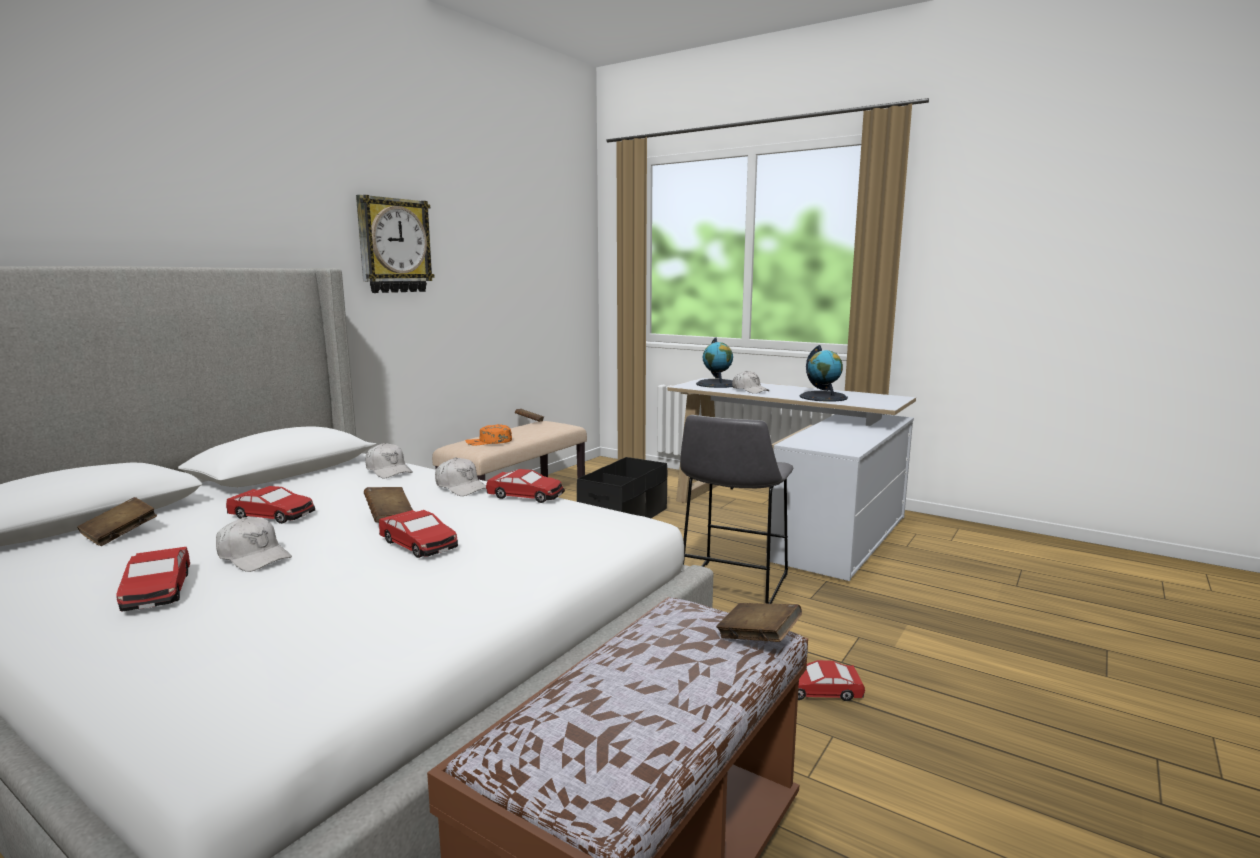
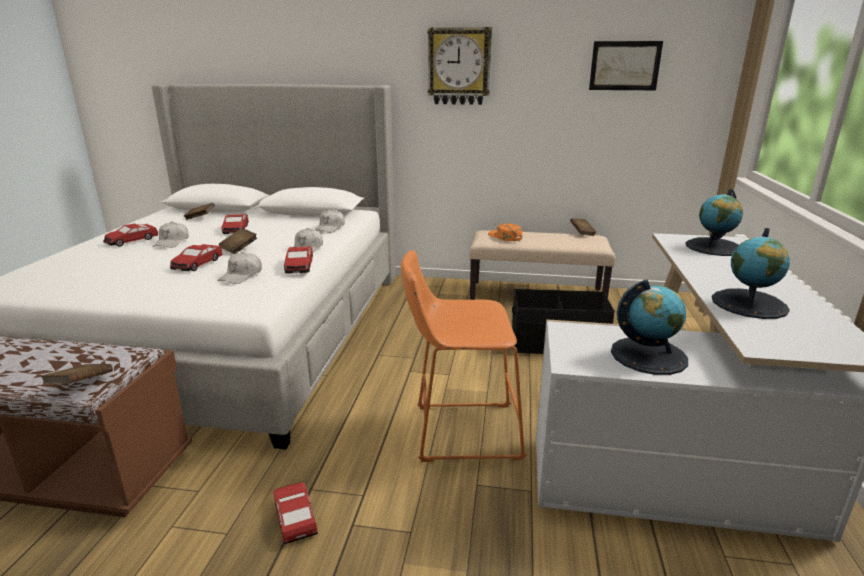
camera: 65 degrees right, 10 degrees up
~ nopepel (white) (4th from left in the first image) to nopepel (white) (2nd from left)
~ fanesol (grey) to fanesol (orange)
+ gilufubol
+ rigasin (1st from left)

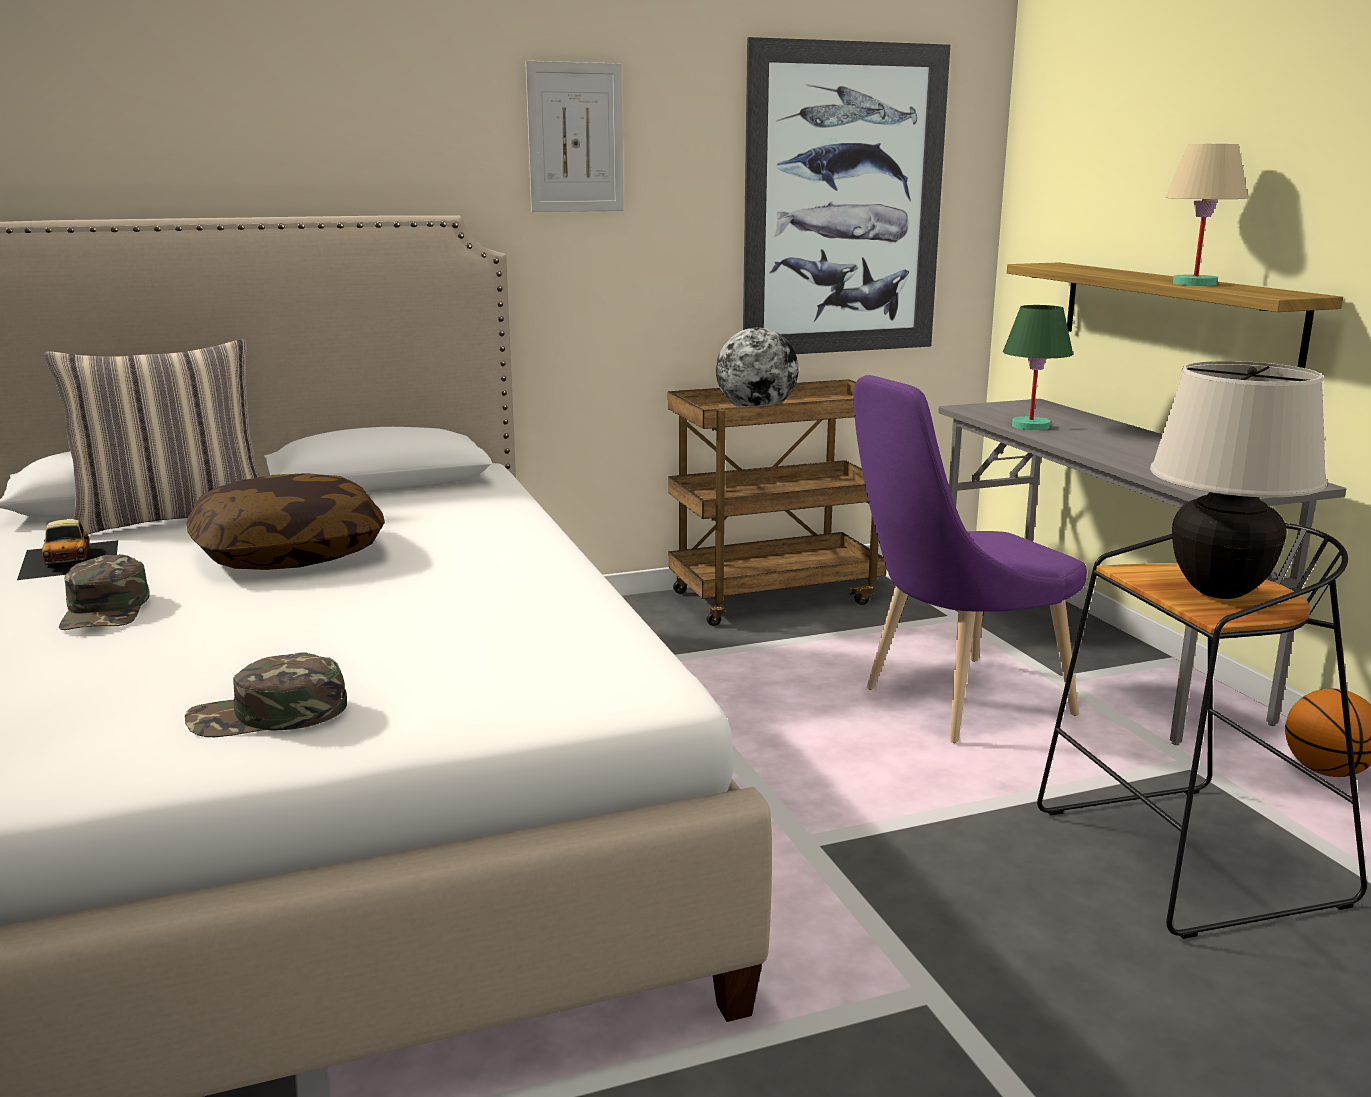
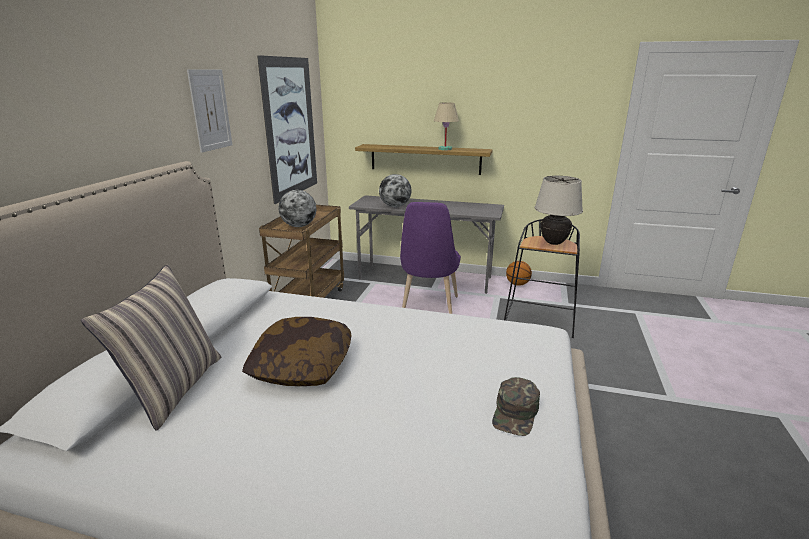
camera: 55 degrees left, 5 degrees up
~ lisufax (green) to rigasin (2nd from left)
- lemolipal
- nopepel (green) (1st from left)

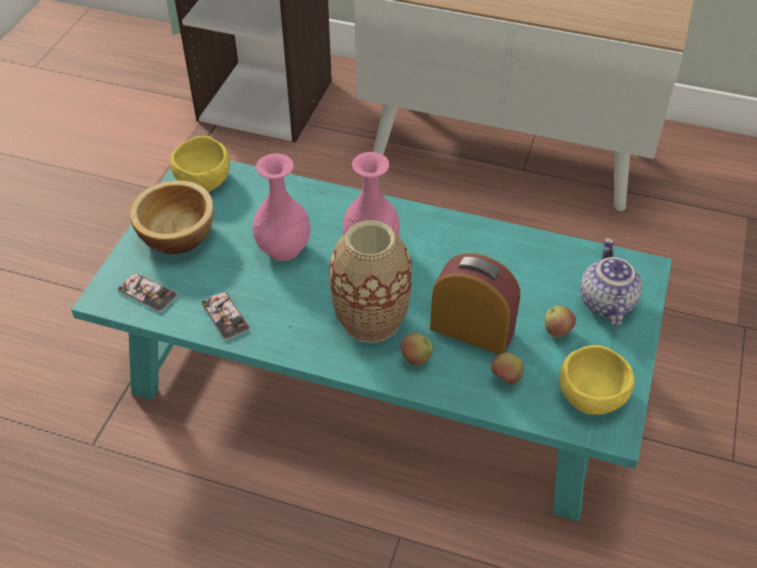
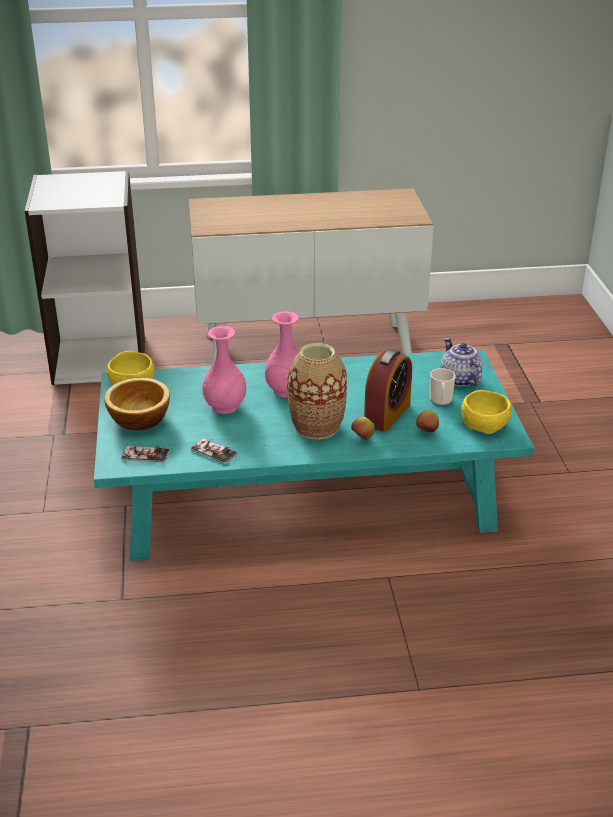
camera: 25 degrees left, 15 degrees down
~ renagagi 120 degrees clockwise
~ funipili (3rd from left) to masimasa

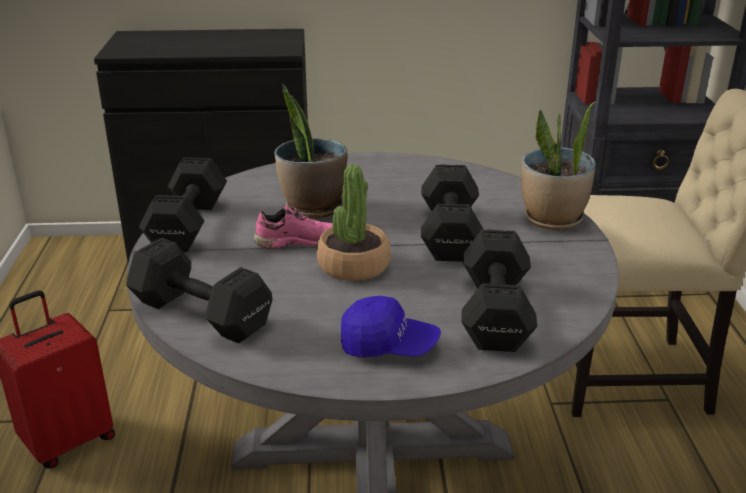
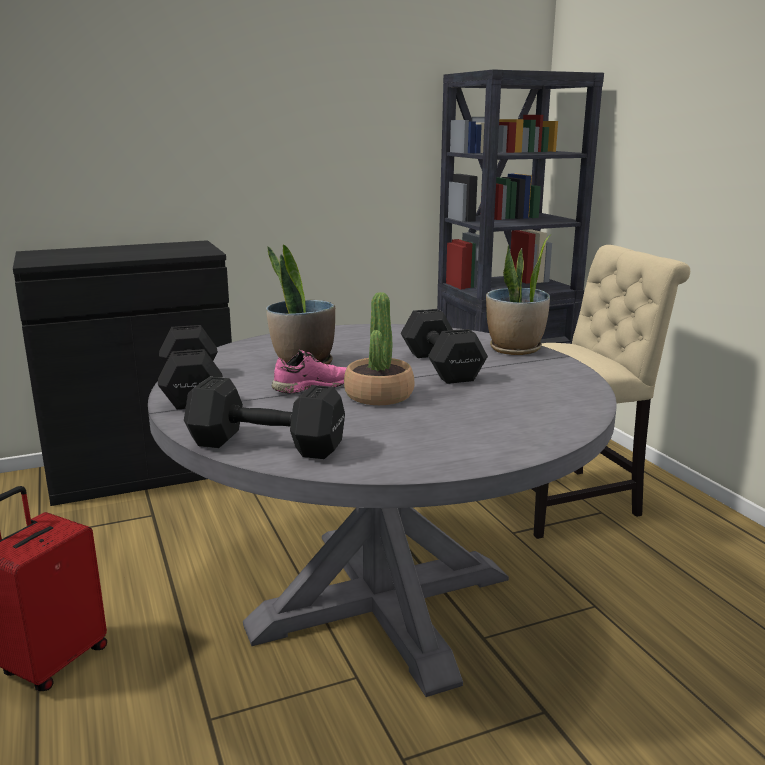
camera: 20 degrees left, 10 degrees down
- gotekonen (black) (4th from left)
- nopepel (blue)

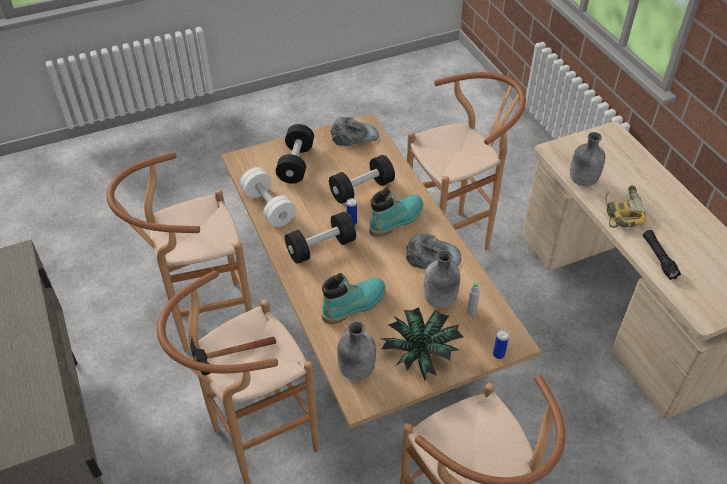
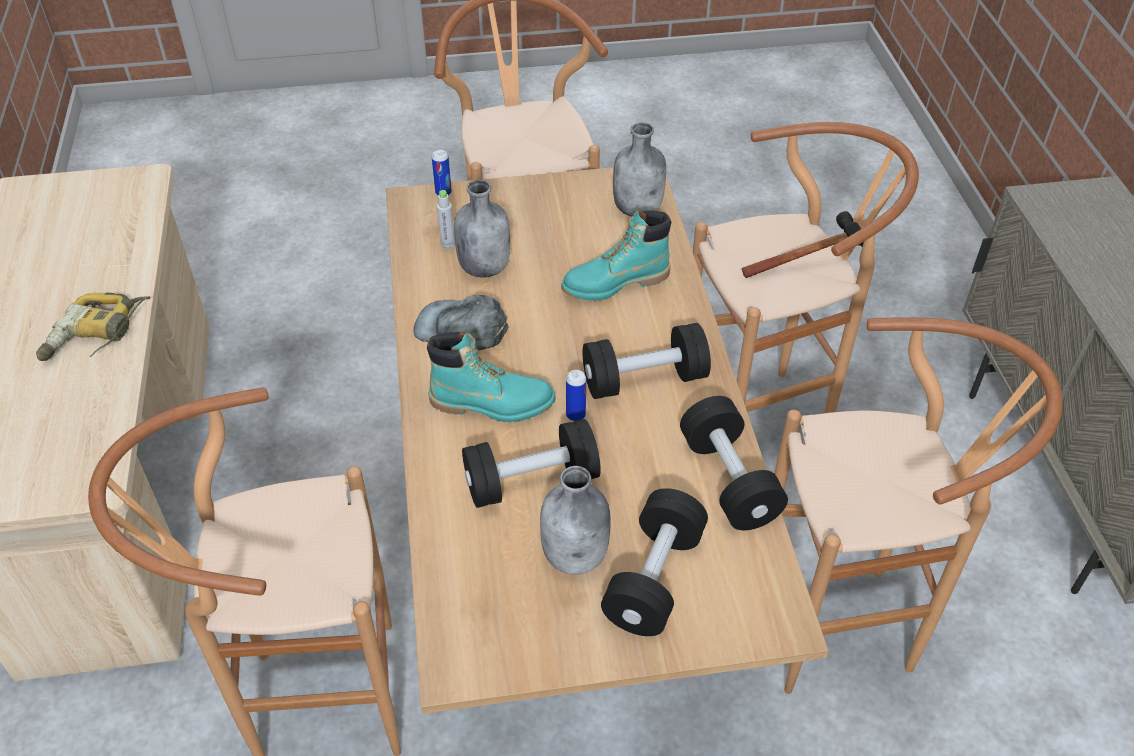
camera: 165 degrees left, 0 degrees up
- nopepel (grey) (1st from left)
~ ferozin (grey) (4th from left in the first image) to ferozin (grey) (3rd from left)
~ gotekonen (white) to gotekonen (black) (4th from left)
~ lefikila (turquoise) (2nd from left in the first image) 150 degrees counterclockwise
- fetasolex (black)
- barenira

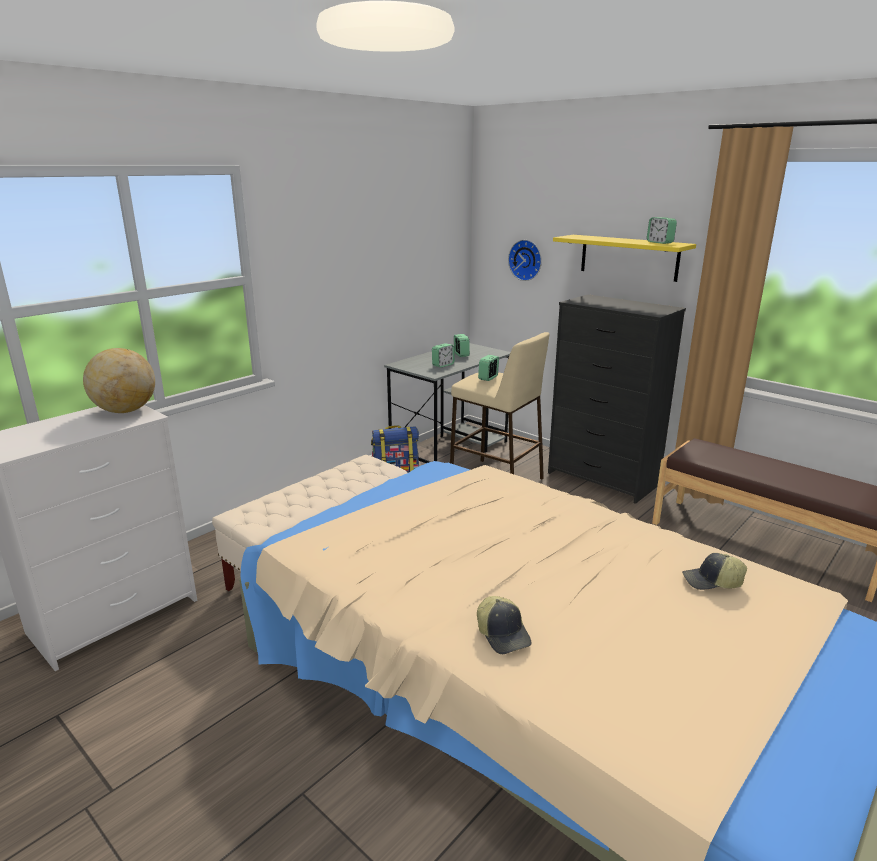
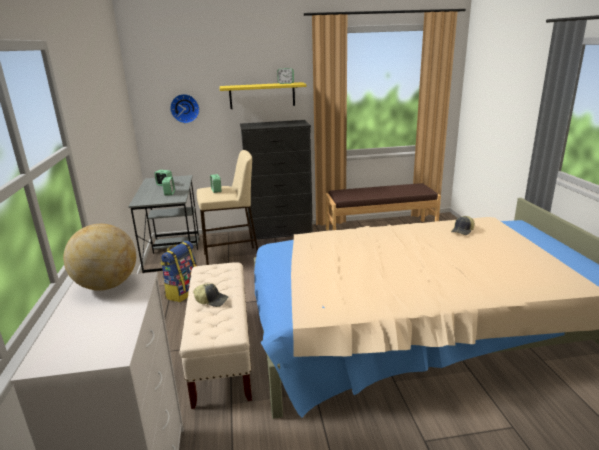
camera: 50 degrees left, 0 degrees up
~ nopepel (1st from left)

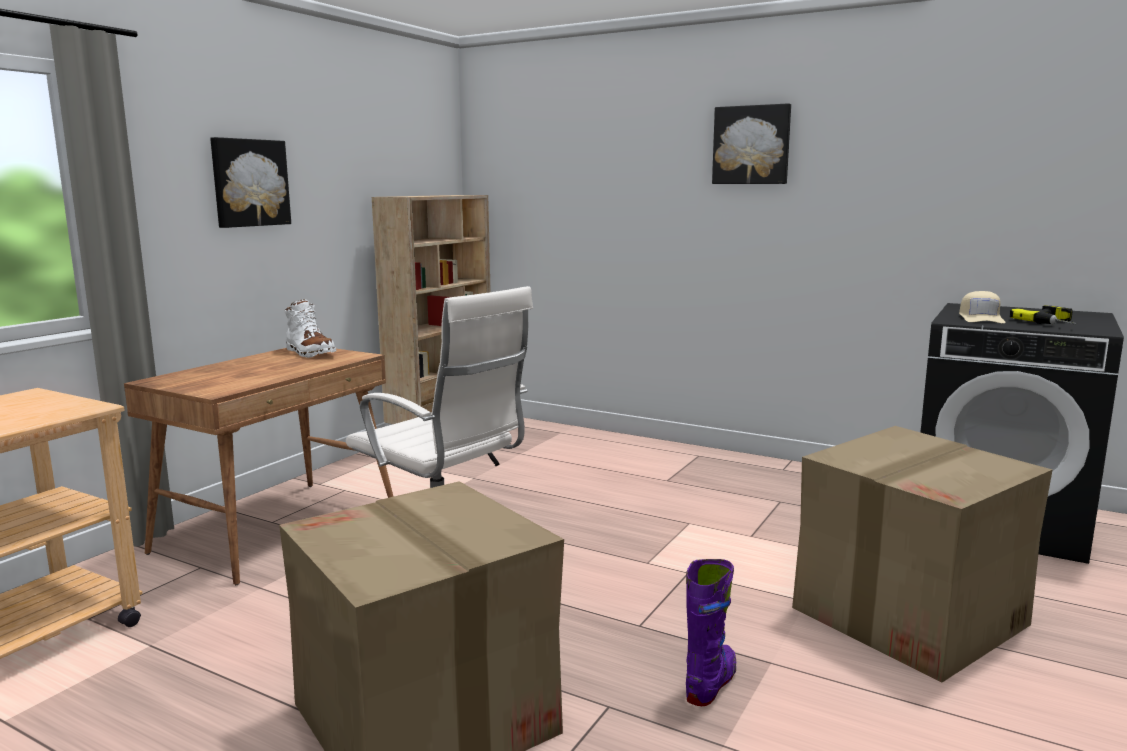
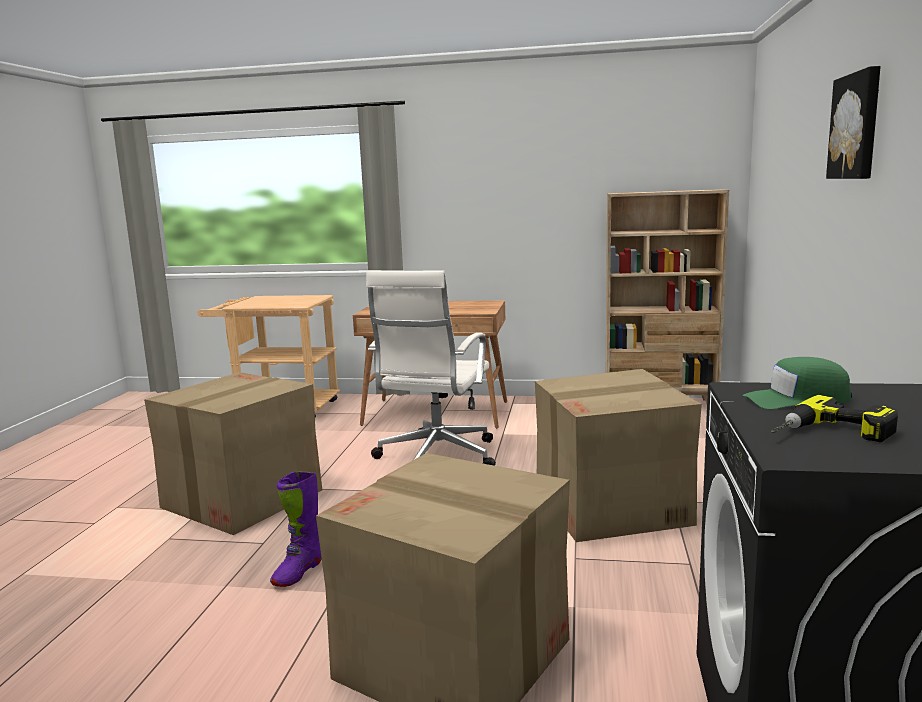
camera: 70 degrees right, 0 degrees up
- gilufubol (1st from left)
~ nopepel (beige) to nopepel (green)
- lefikila (white)
~ lefikila (purple) 105 degrees clockwise
+ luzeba (3rd from left)

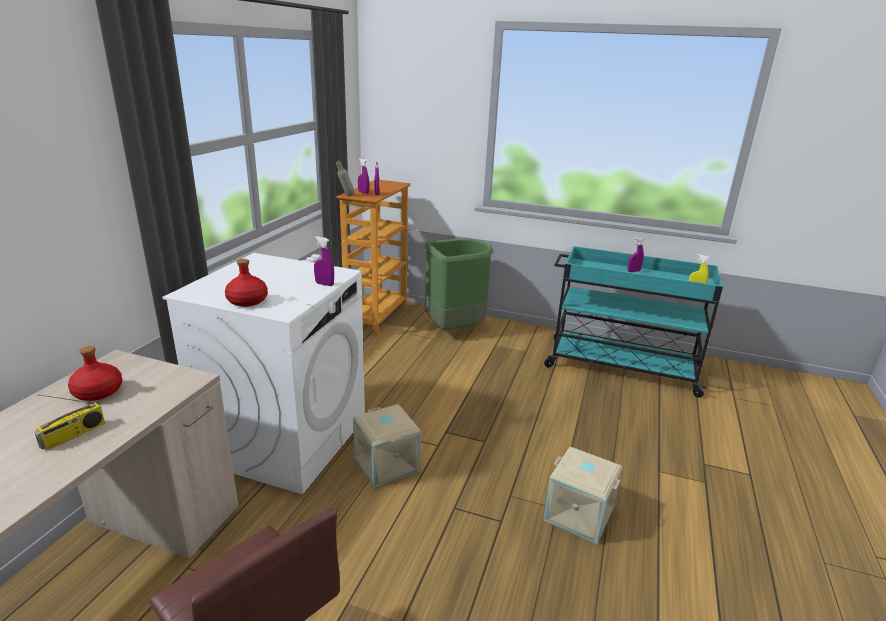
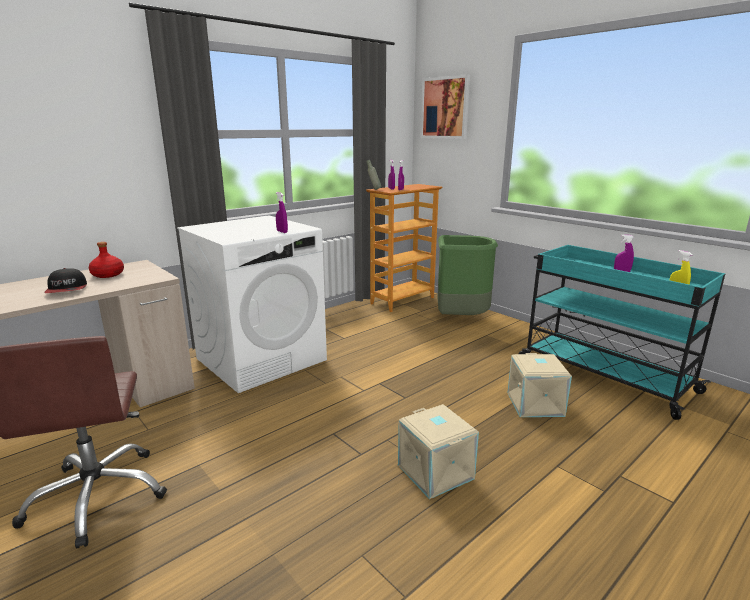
camera: 30 degrees right, 5 degrees down
- ferozin (red) (2nd from left)
~ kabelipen to nopepel
~ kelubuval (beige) (1st from left in the first image) to kelubuval (beige) (2nd from left)
+ gilufubol

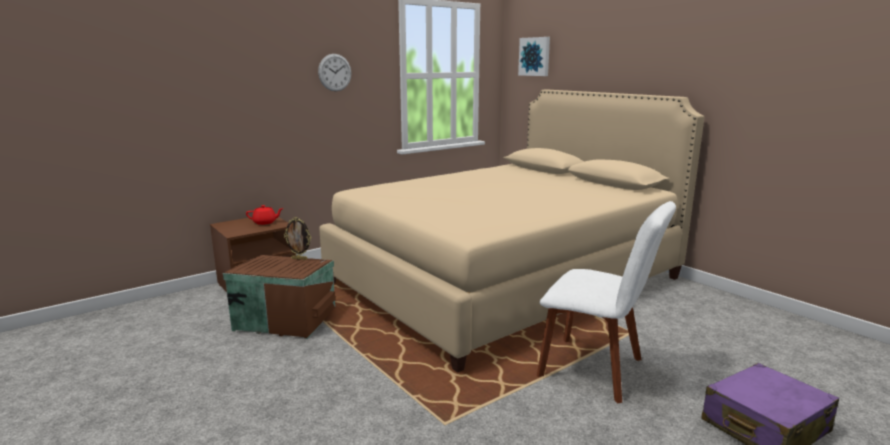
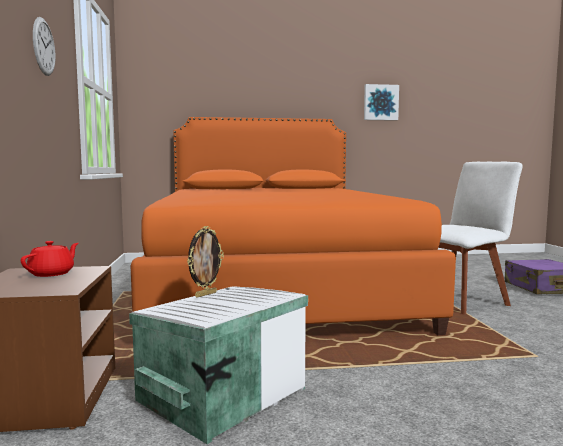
camera: 60 degrees left, 10 degrees down
~ gilufubol
~ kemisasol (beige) to kemisasol (orange)
~ kelubuval (brown) to kelubuval (white)

